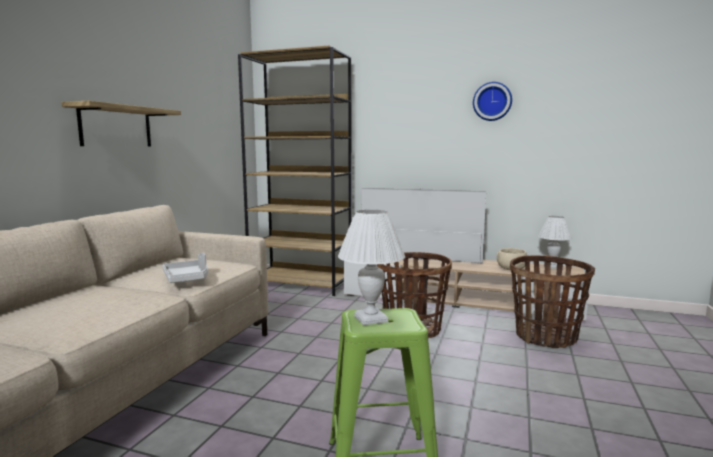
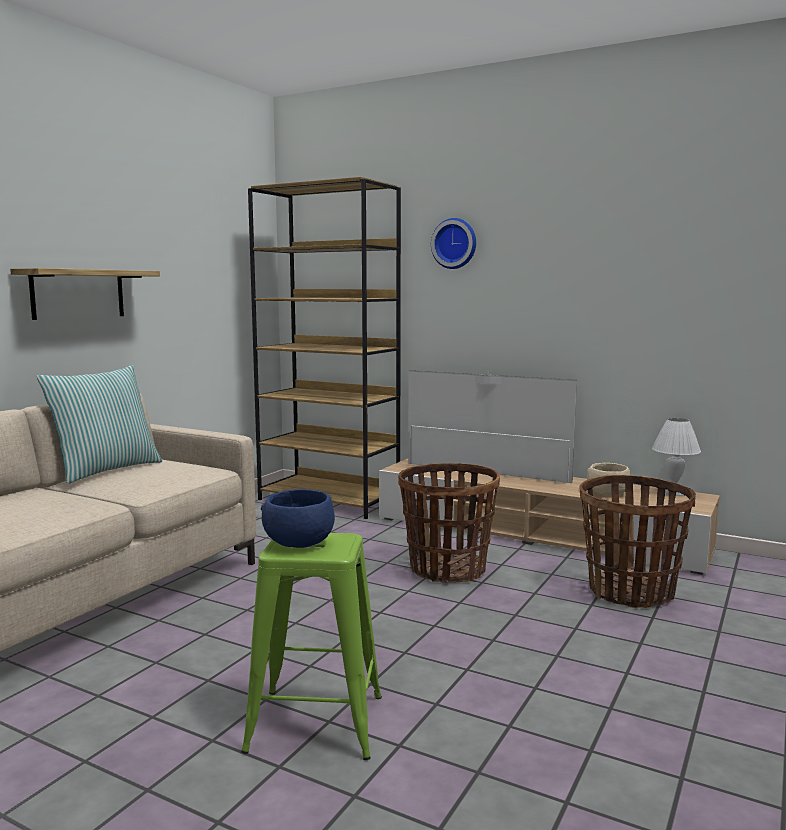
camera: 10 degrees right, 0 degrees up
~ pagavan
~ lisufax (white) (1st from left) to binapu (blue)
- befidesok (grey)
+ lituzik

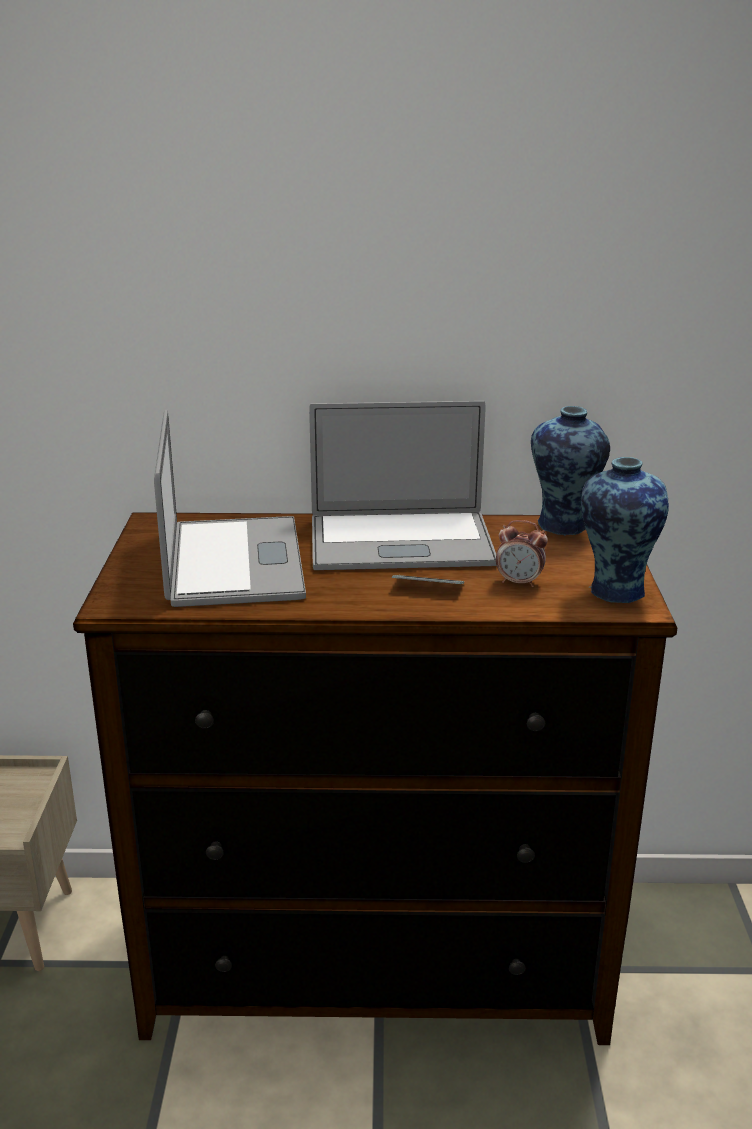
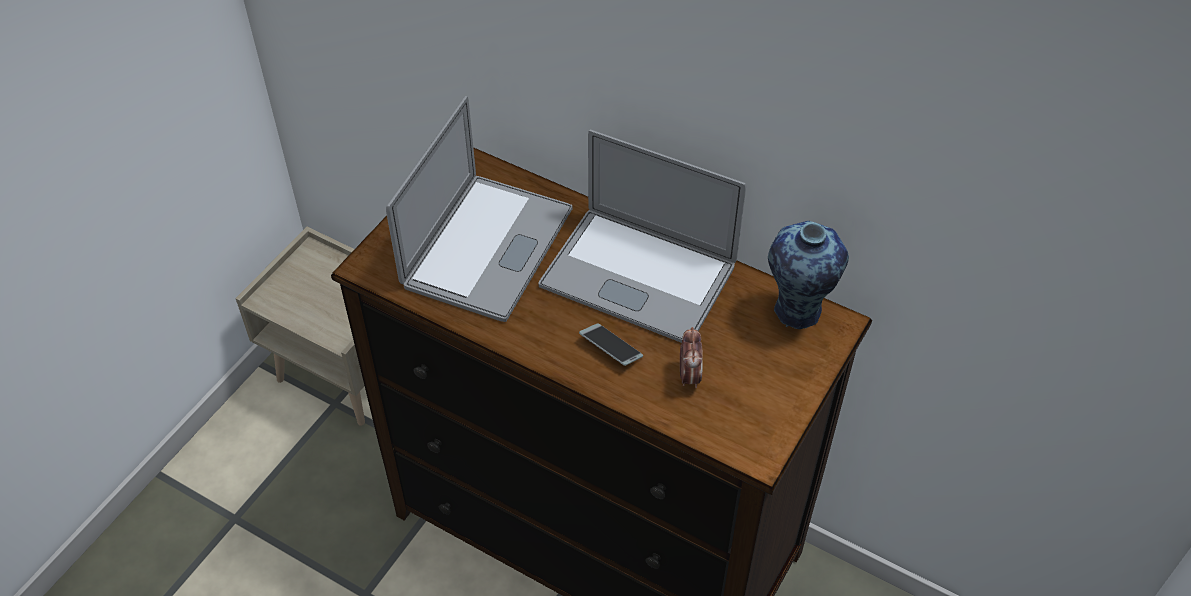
camera: 30 degrees right, 25 degrees up
- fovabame (2nd from left)
~ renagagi 135 degrees counterclockwise

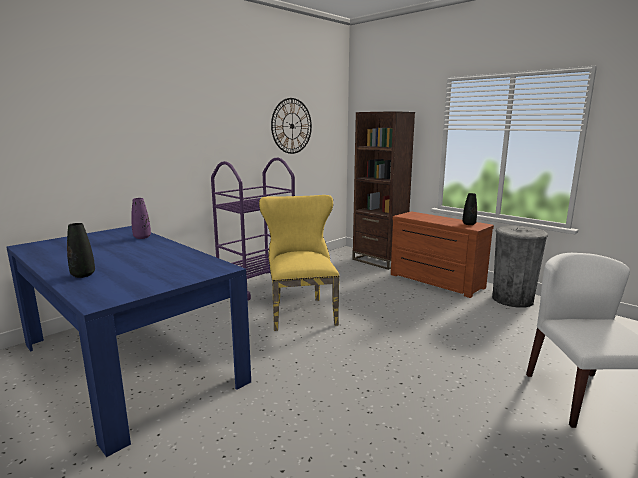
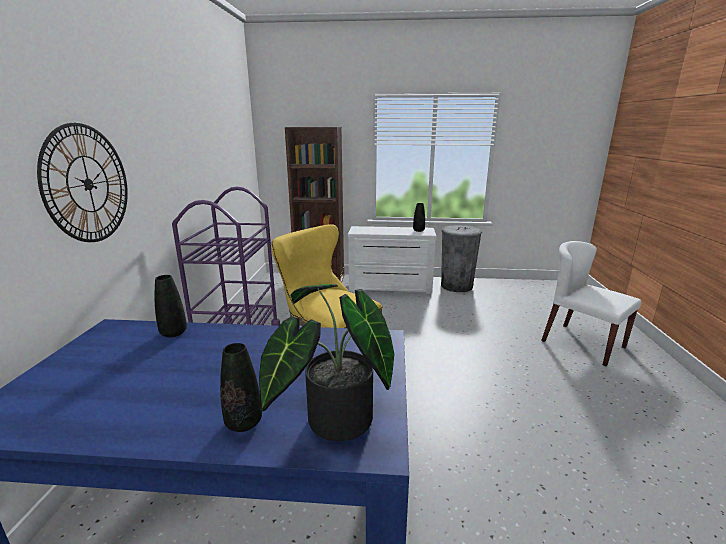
camera: 40 degrees left, 5 degrees up
~ pagavan
~ fovabame (purple) to fovabame (black) (1st from left)
~ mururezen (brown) to mururezen (white)
+ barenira

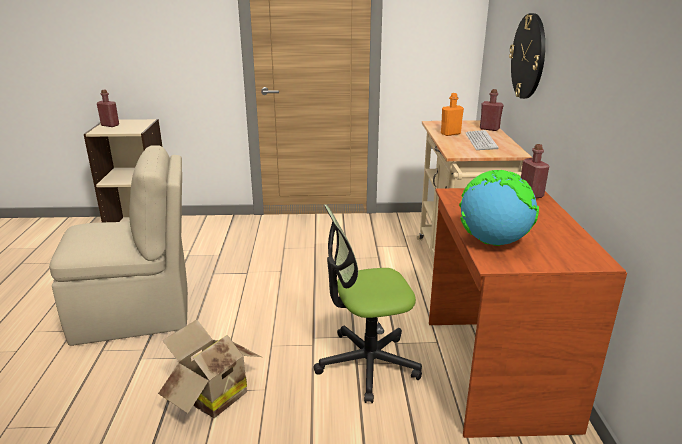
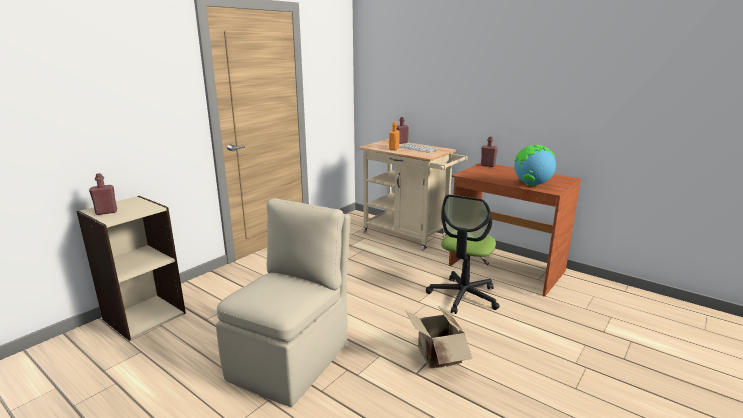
camera: 50 degrees left, 5 degrees down
- pagavan

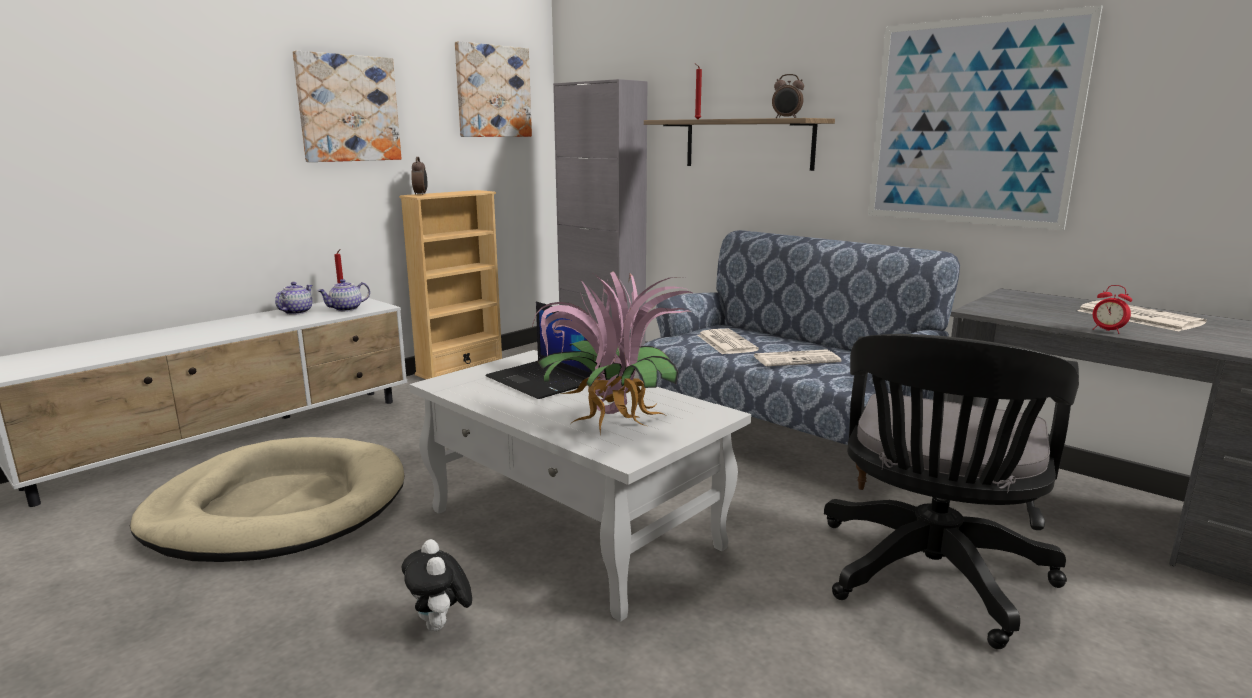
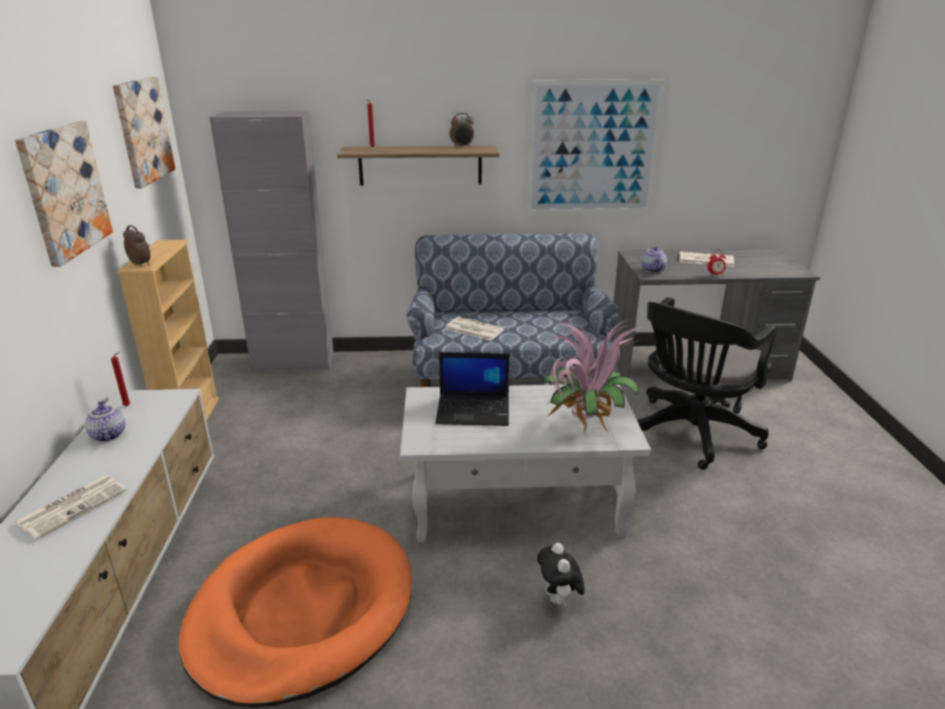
camera: 45 degrees left, 10 degrees up
~ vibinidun (2nd from left)
~ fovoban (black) 60 degrees clockwise
~ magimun (2nd from left in the first image) to magimun (1st from left)
~ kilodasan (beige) to kilodasan (orange)
~ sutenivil 60 degrees clockwise

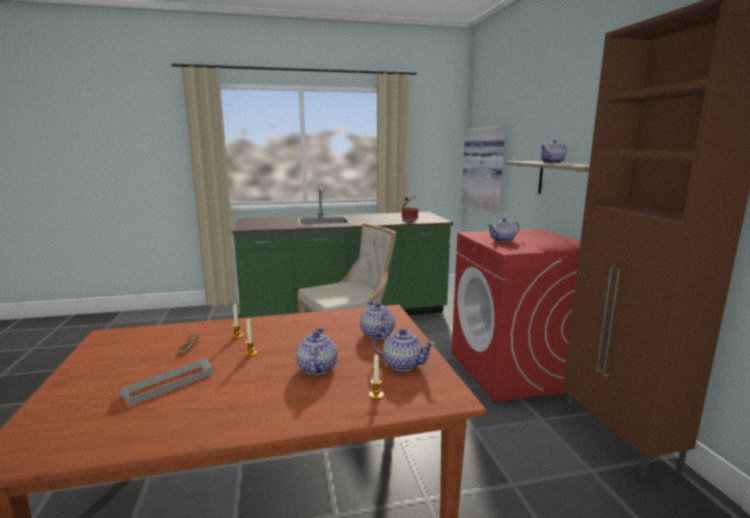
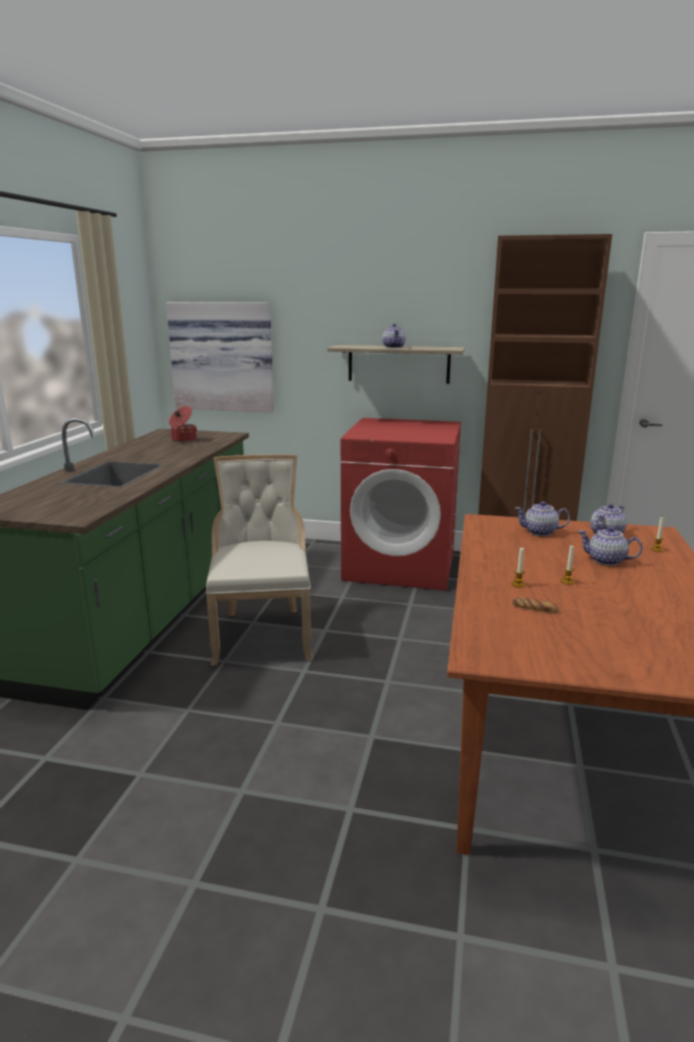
camera: 65 degrees left, 5 degrees up
- vibinidun (4th from left)
- befidesok (grey)

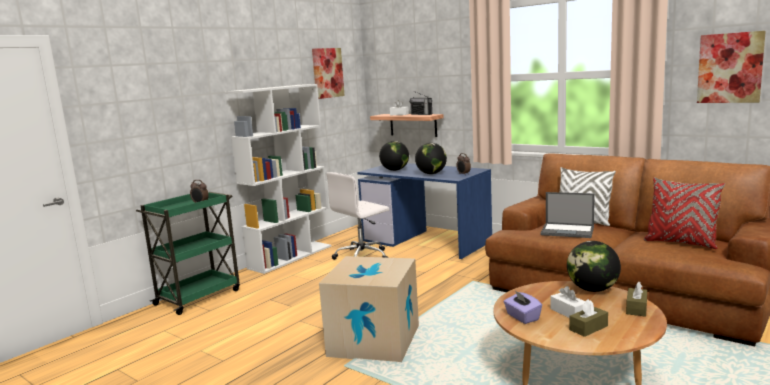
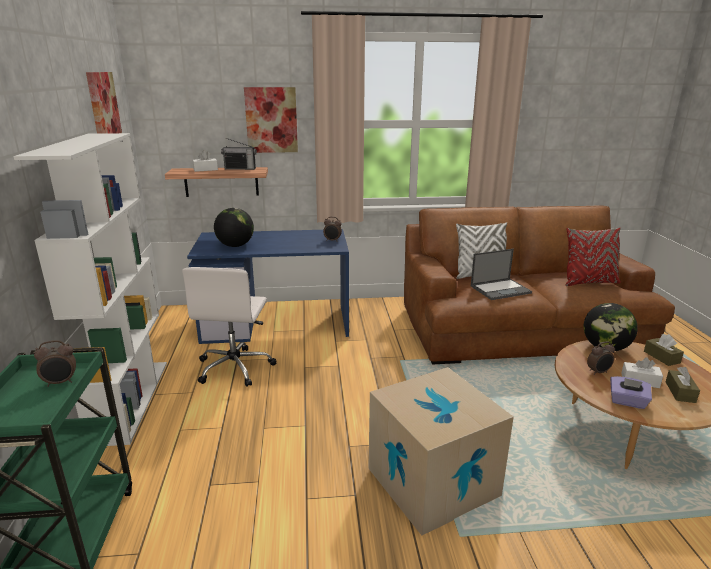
camera: 45 degrees left, 10 degrees up
~ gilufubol (2nd from left)
- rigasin (2nd from left)
+ renagagi (3rd from left)

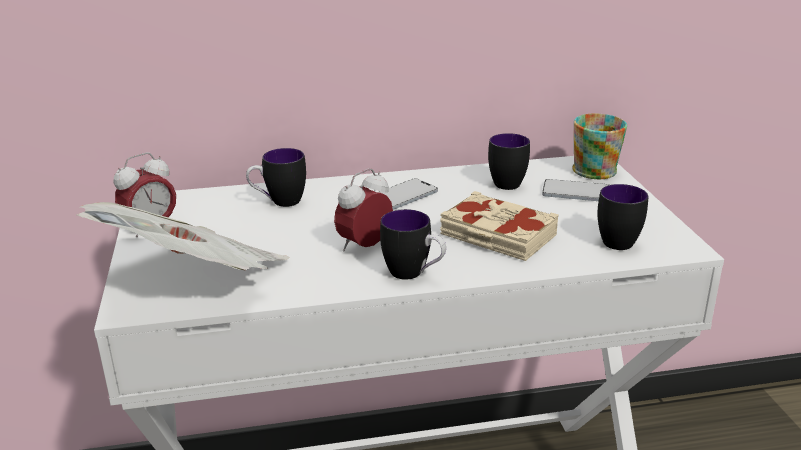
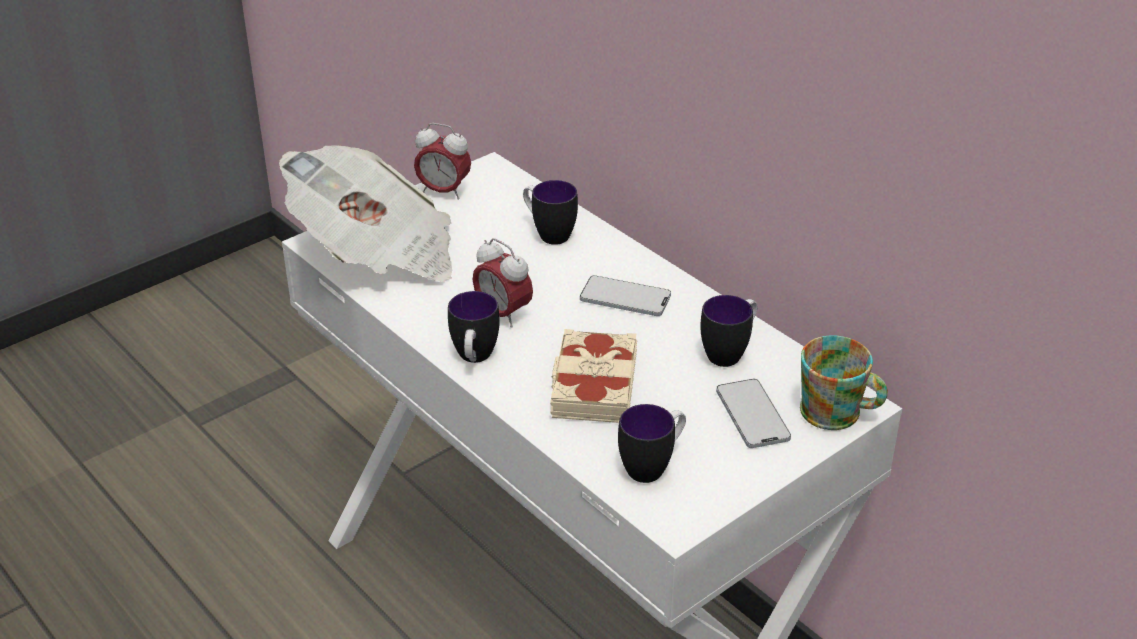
camera: 60 degrees right, 10 degrees up
~ renagagi (2nd from left) 150 degrees counterclockwise

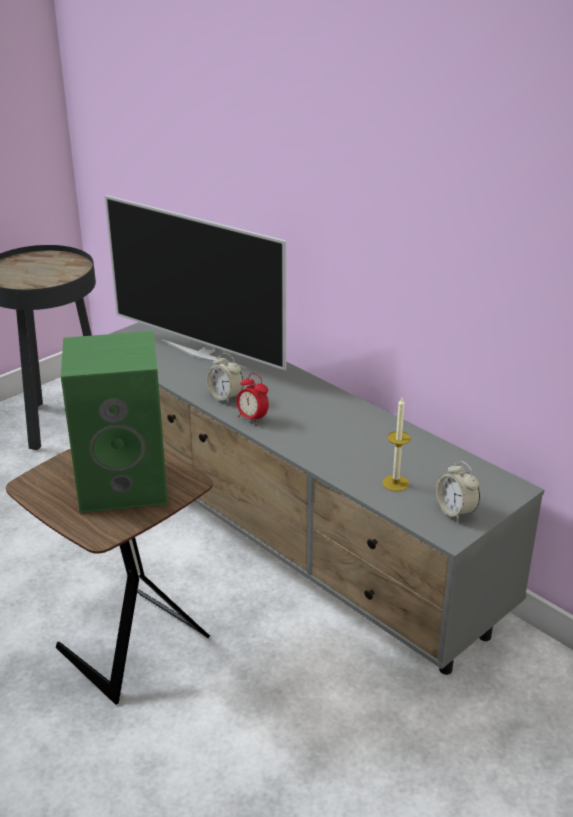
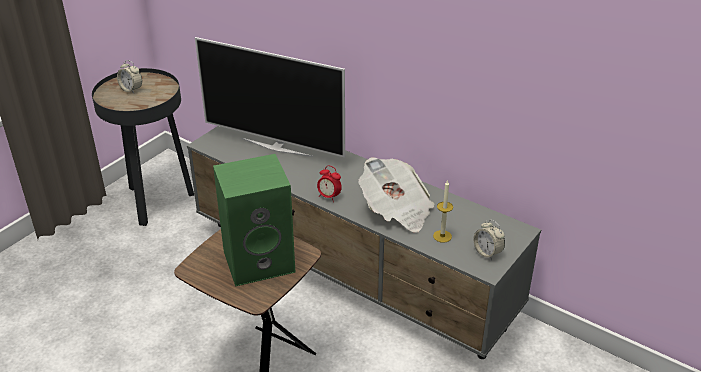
camera: 10 degrees left, 5 degrees up
~ renagagi (1st from left)
+ magimun

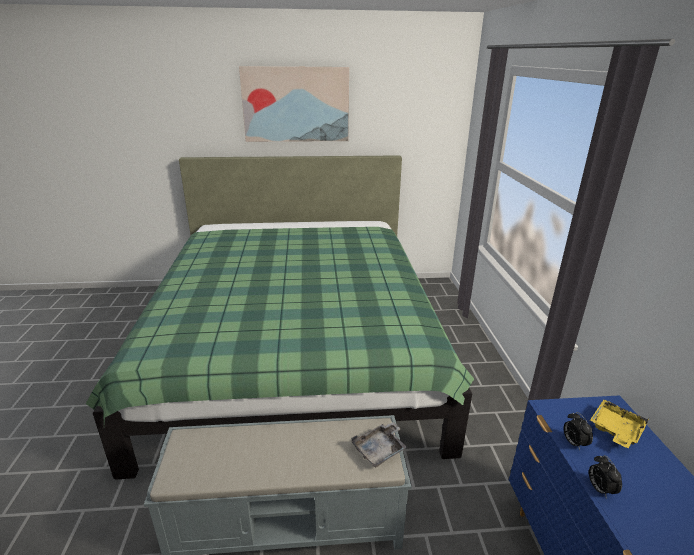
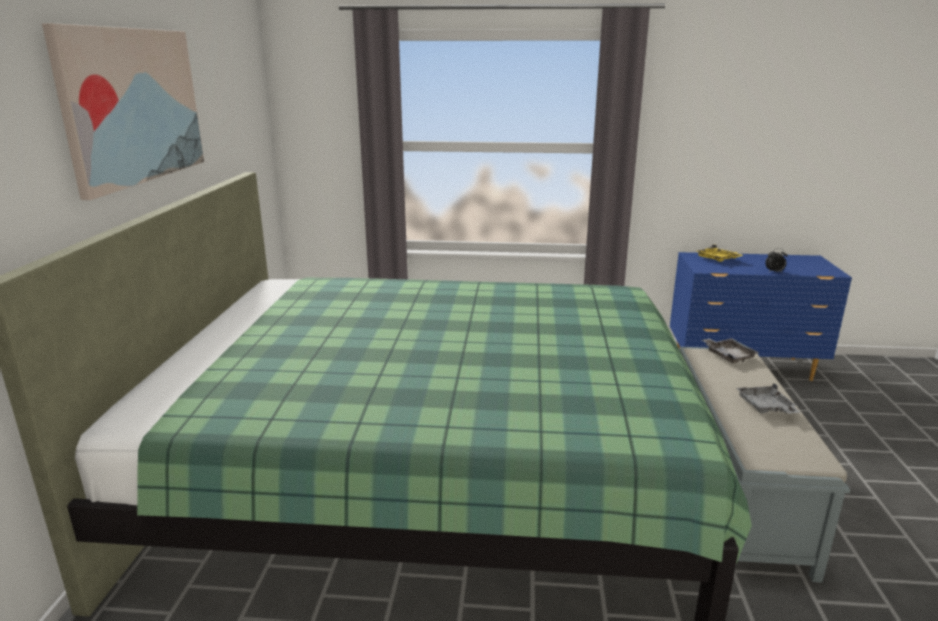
camera: 80 degrees left, 5 degrees down
- renagagi (1st from left)
+ befidesok (grey) (2nd from left)

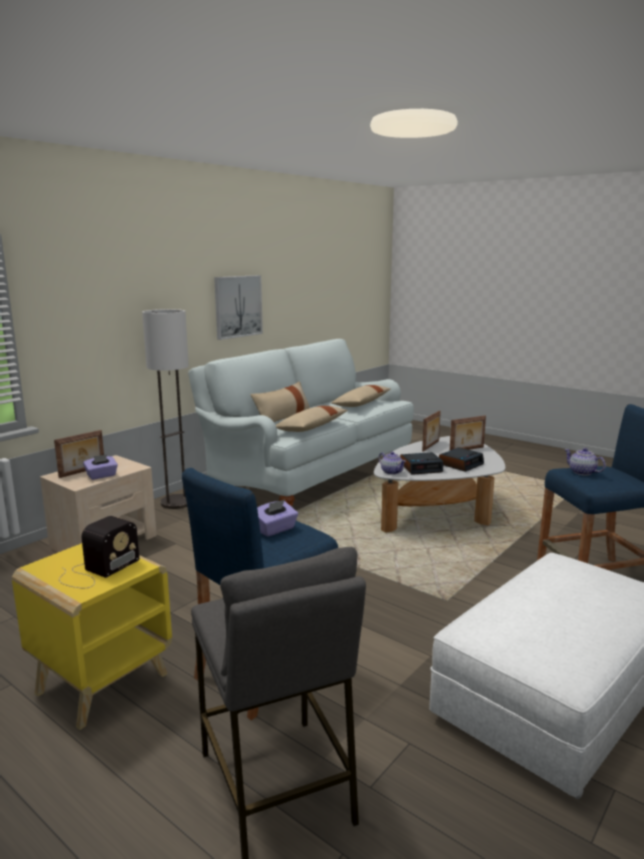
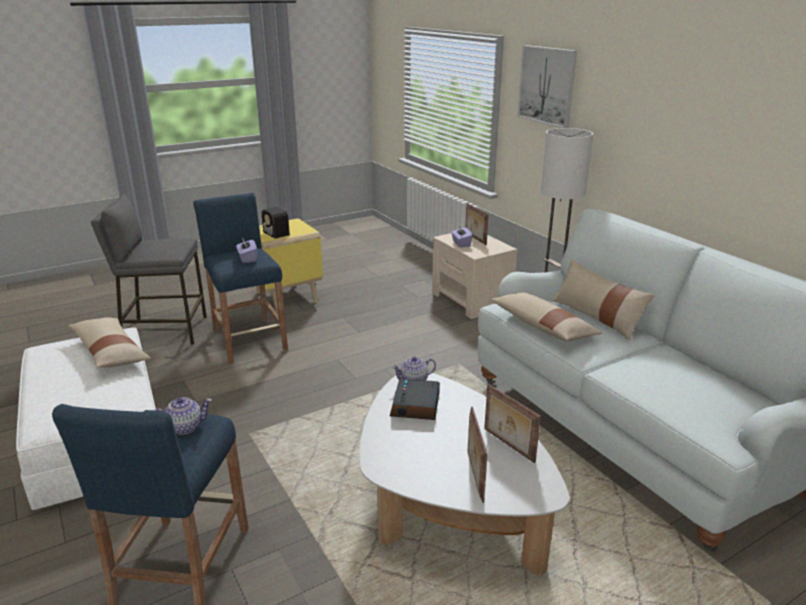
camera: 110 degrees right, 10 degrees up
~ gilufubol
~ lituzik (beige) (3rd from left in the first image) to lituzik (beige) (1st from left)
- renagagi (2nd from left)

